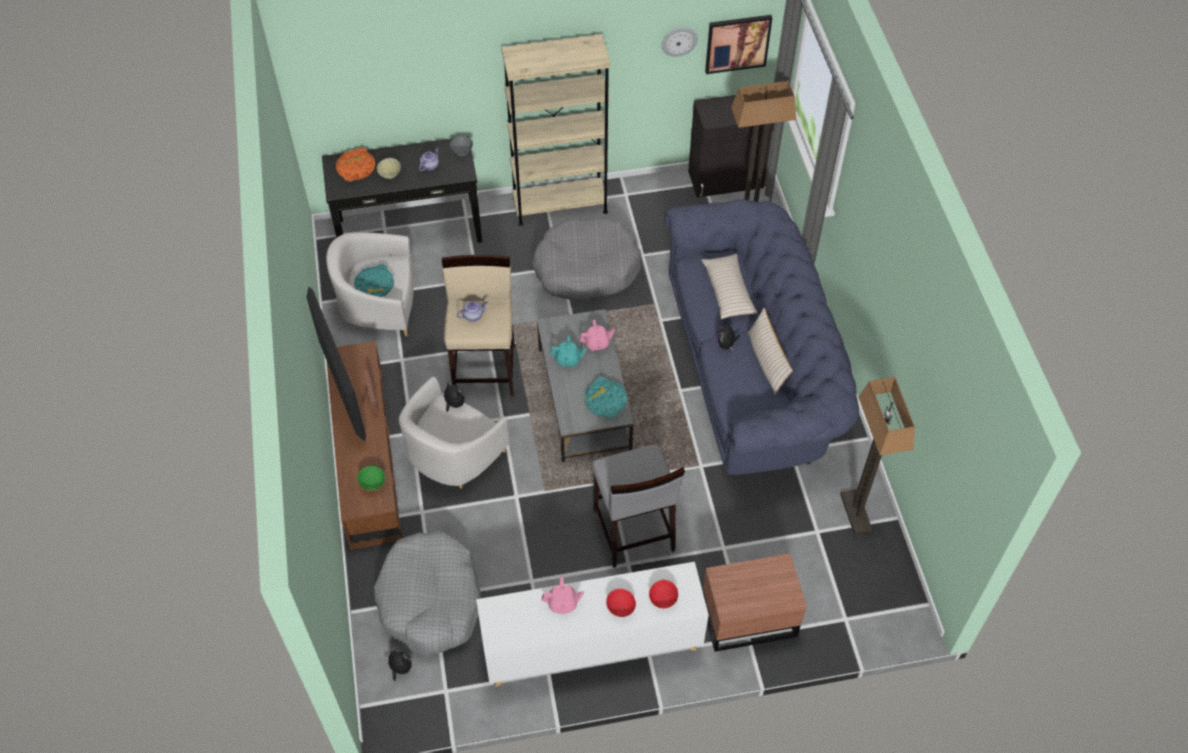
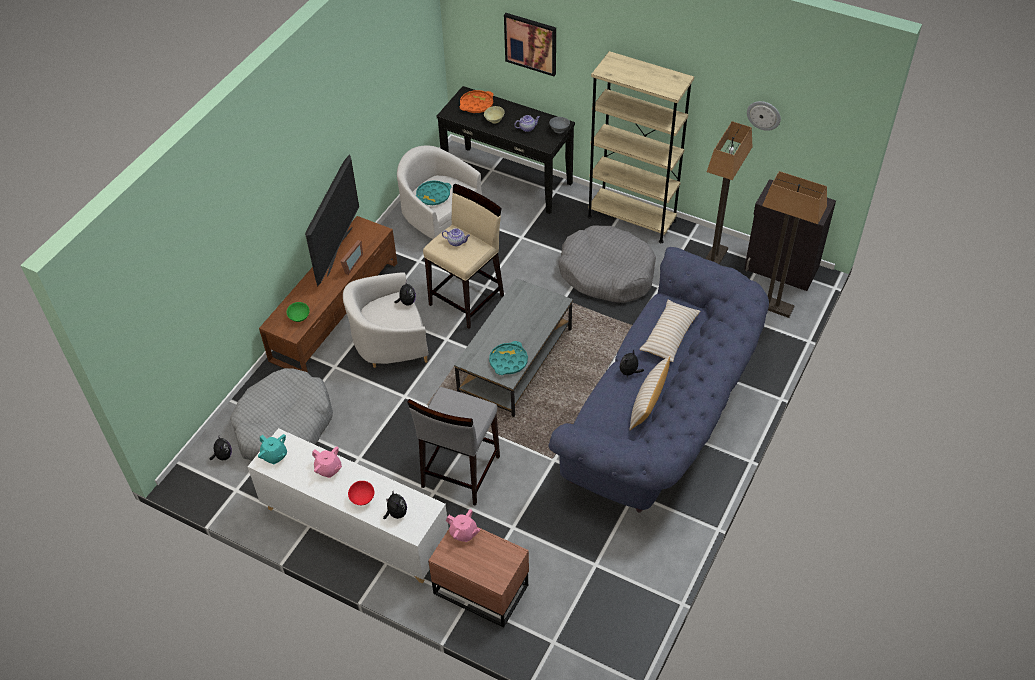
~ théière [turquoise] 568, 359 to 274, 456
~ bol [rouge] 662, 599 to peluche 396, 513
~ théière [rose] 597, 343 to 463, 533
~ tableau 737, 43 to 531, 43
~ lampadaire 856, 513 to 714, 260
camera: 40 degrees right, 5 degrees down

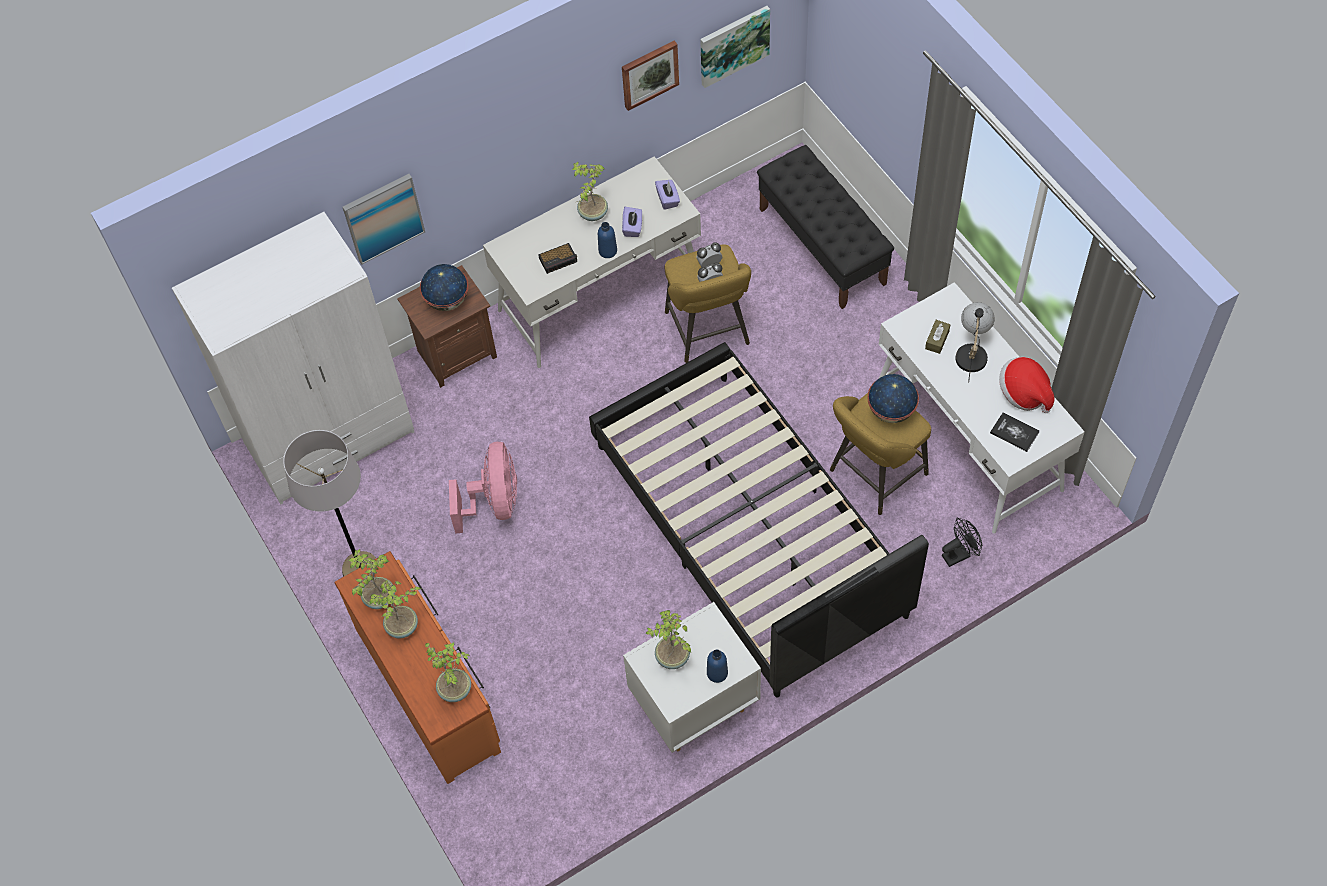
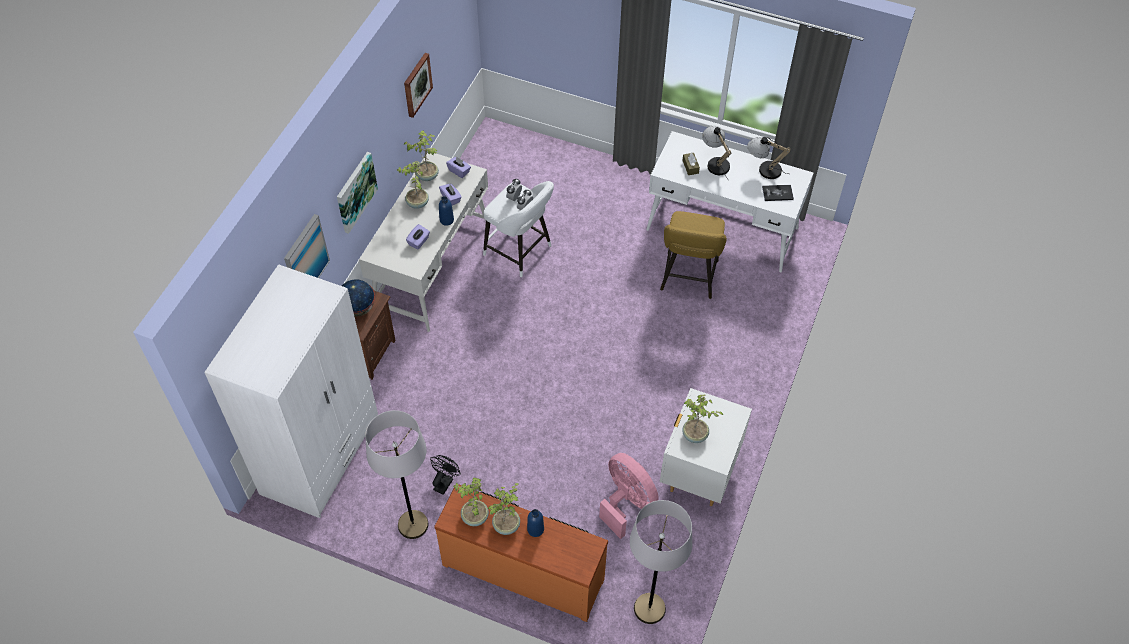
~ tableau 733, 45 to 355, 192
~ plante en pot 455, 688 to 427, 175
~ réveil 559, 260 to boîte à mouchoirs [violet] 419, 241
~ ventilateur [noir] 959, 554 to 444, 482
~ tabouret [jaune] 708, 332 to tabouret [blanc] 520, 252
~ bouteille [bleu] 717, 673 to 535, 529
~ ventilateur [rose] 494, 502 to 626, 502
+ lampadaire [gris] 649, 608
~ chapeau 1024, 393 to lampe de table 763, 169
- lit [noir] 749, 530
- banc [noir] 822, 246
- globe 891, 411
camera: 40 degrees left, 5 degrees down

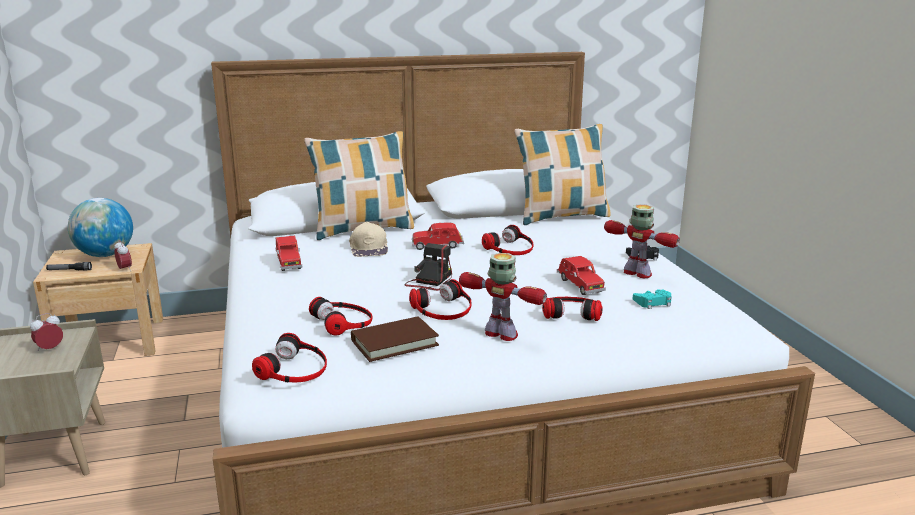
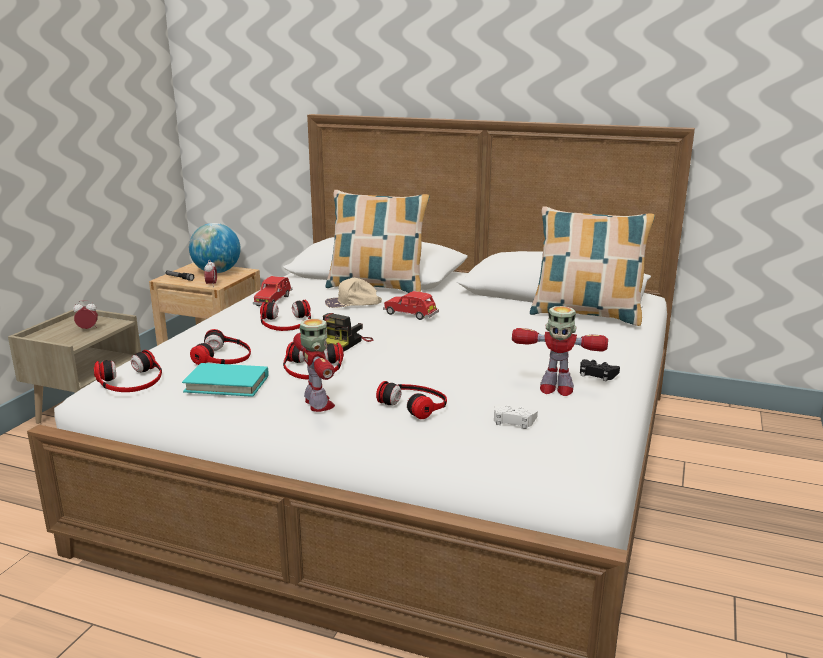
~ livre [marron] 394, 343 to livre [turquoise] 227, 384
~ casque audio 510, 248 to 286, 322
~ appareil photo 430, 281 = 346, 343 150 degrees clockwise
~ casquette [beige] 369, 248 = 353, 303 60 degrees clockwise
~ manette [turquoise] 653, 302 to manette [blanc] 513, 420
~ robot jouet 638, 274 = 555, 389 120 degrees clockwise
- petite voiture [rouge] 579, 285
camera: 35 degrees right, 0 degrees up

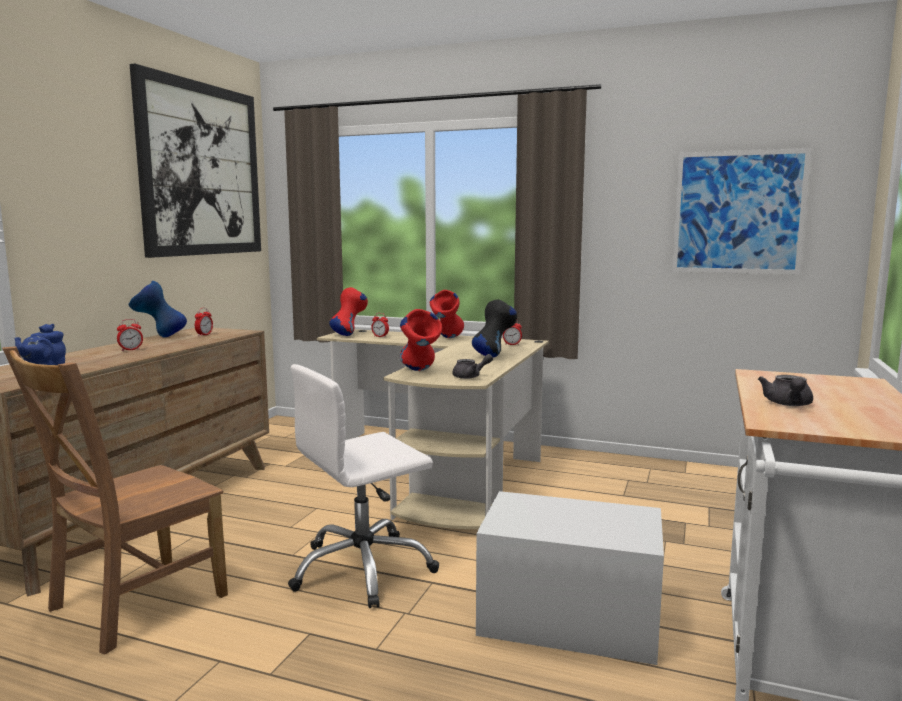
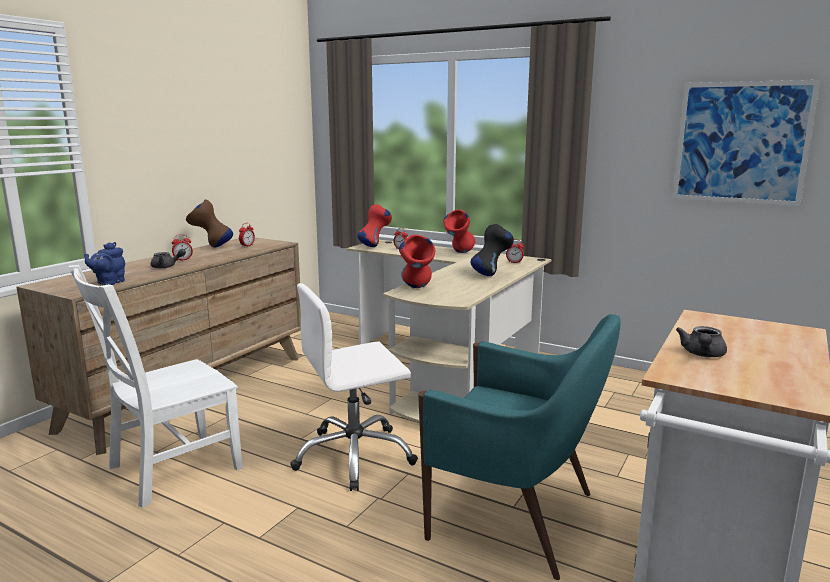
~ chaise [marron] 132, 605 to chaise [blanc] 169, 469
~ théière [gris] 470, 376 to 167, 267
~ vase [bleu] 159, 337 to vase [marron] 211, 247
~ boîte de rangement [blanc] 569, 618 to fauteuil [turquoise] 516, 517
- tableau 201, 170
camera: 10 degrees right, 5 degrees up

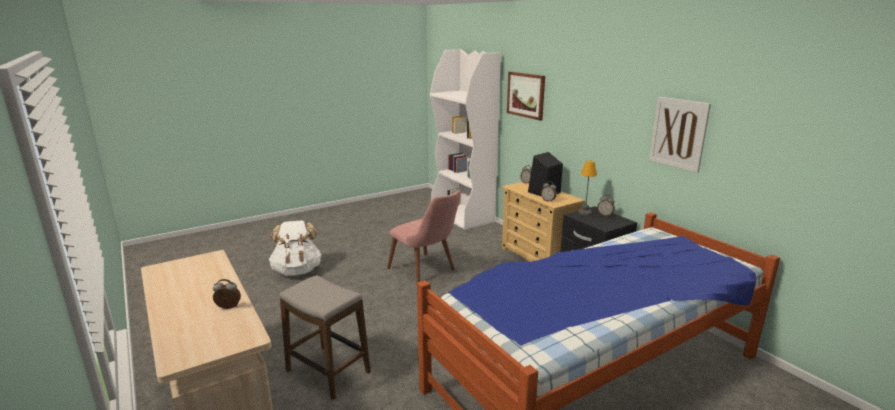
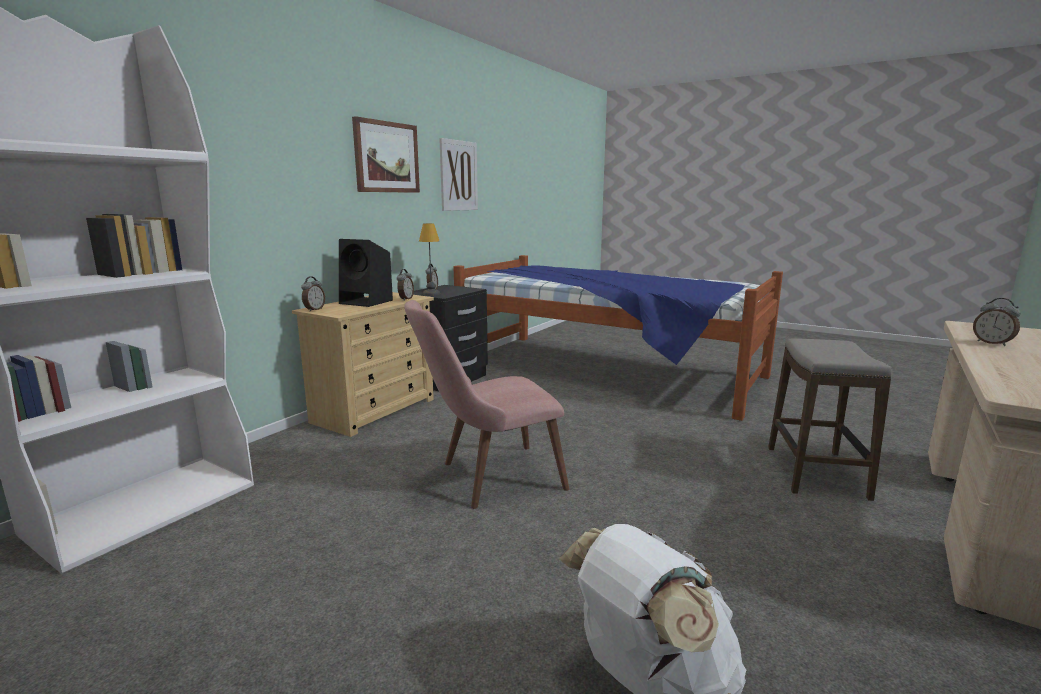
~ tableau 526, 95 to 386, 157
~ chaise [rose] 427, 271 = 487, 478 135 degrees counterclockwise
camera: 115 degrees left, 5 degrees down

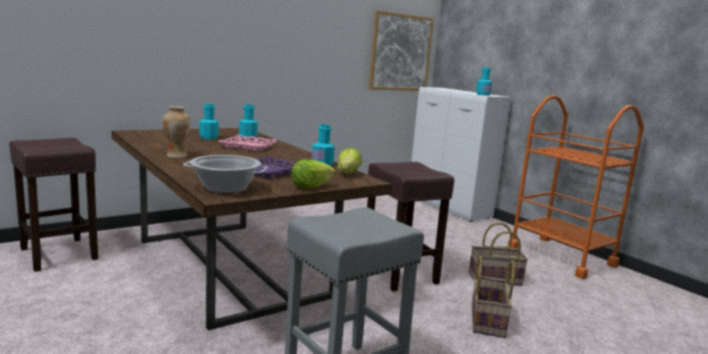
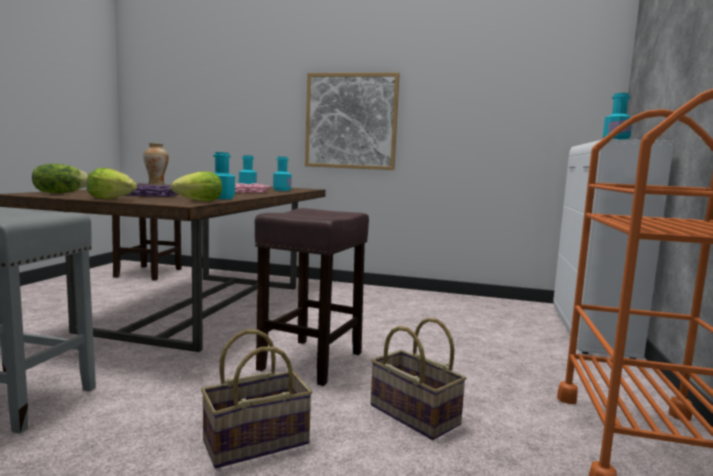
~ marmite 225, 188 to laitue 60, 193
~ tableau 400, 52 to 351, 121
camera: 50 degrees right, 5 degrees down

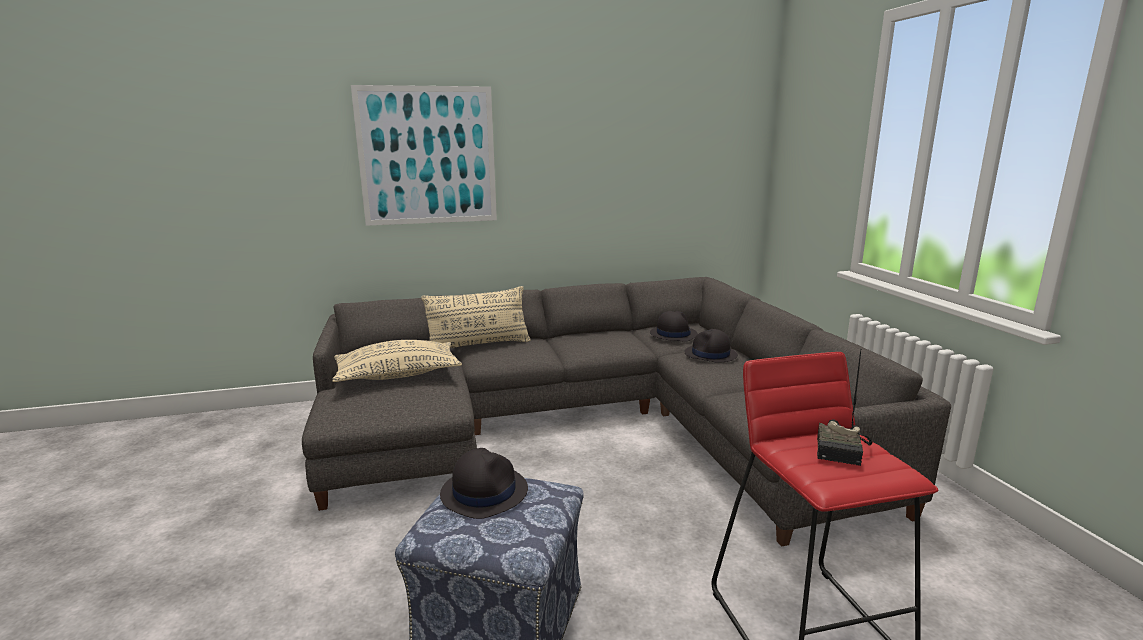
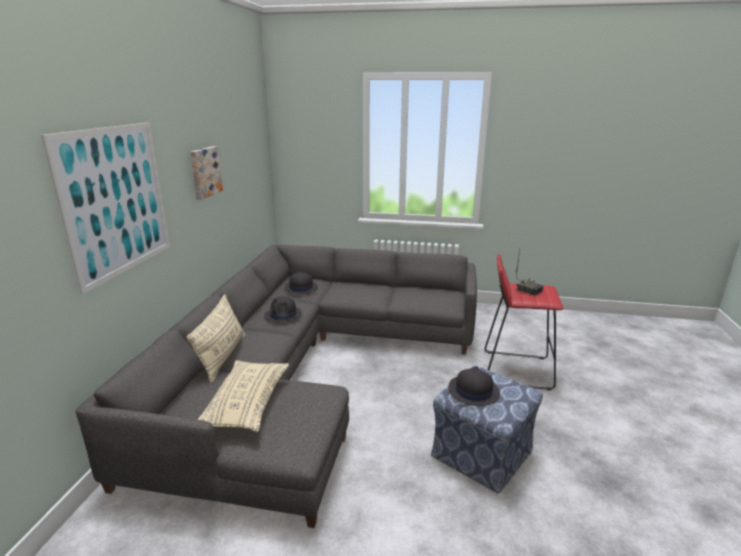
+ tableau 204, 172
~ chapeau [noir] 710, 355 to 283, 315
camera: 65 degrees left, 5 degrees up

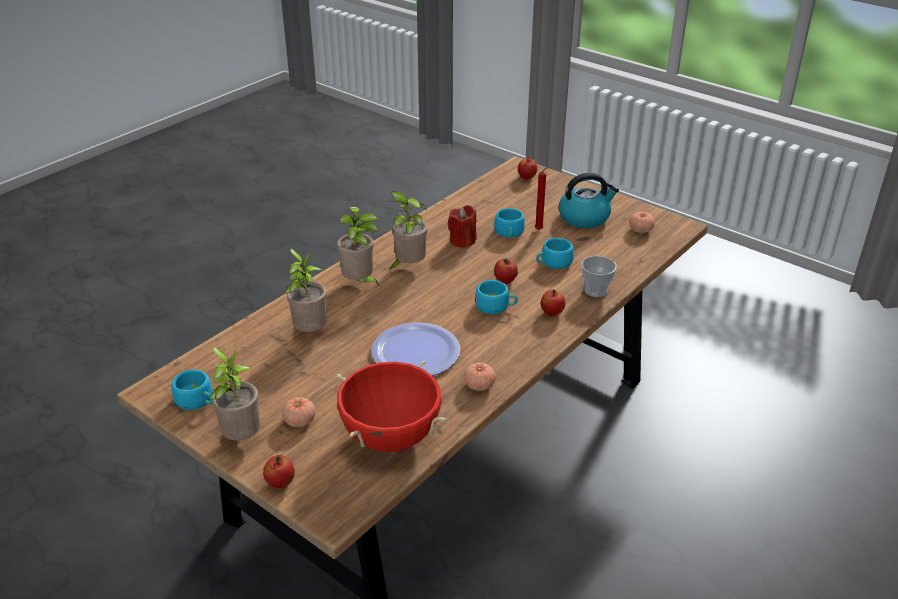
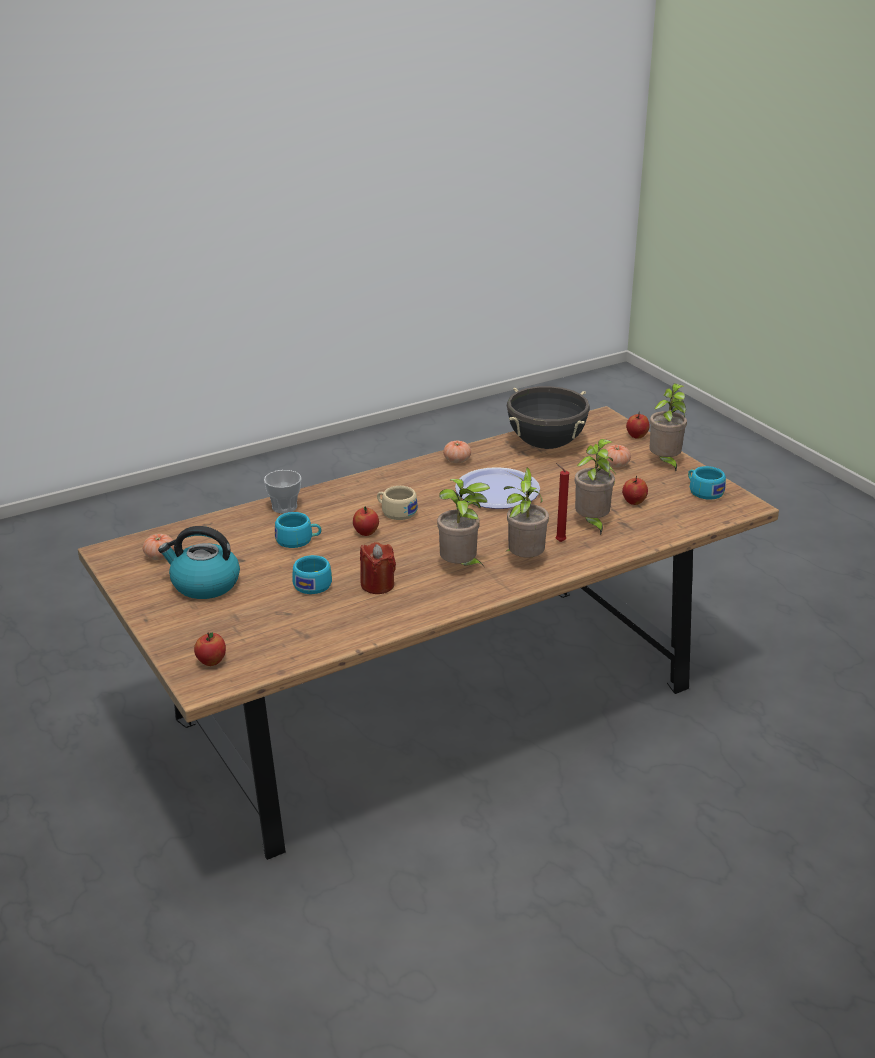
~ tasse [turquoise] 496, 306 to tasse [beige] 396, 512
~ marmite [rouge] 391, 437 to marmite [noir] 546, 444
~ bougie [rouge] 540, 230 to 558, 541
~ pomme 552, 313 to 634, 502
camera: 160 degrees left, 5 degrees down

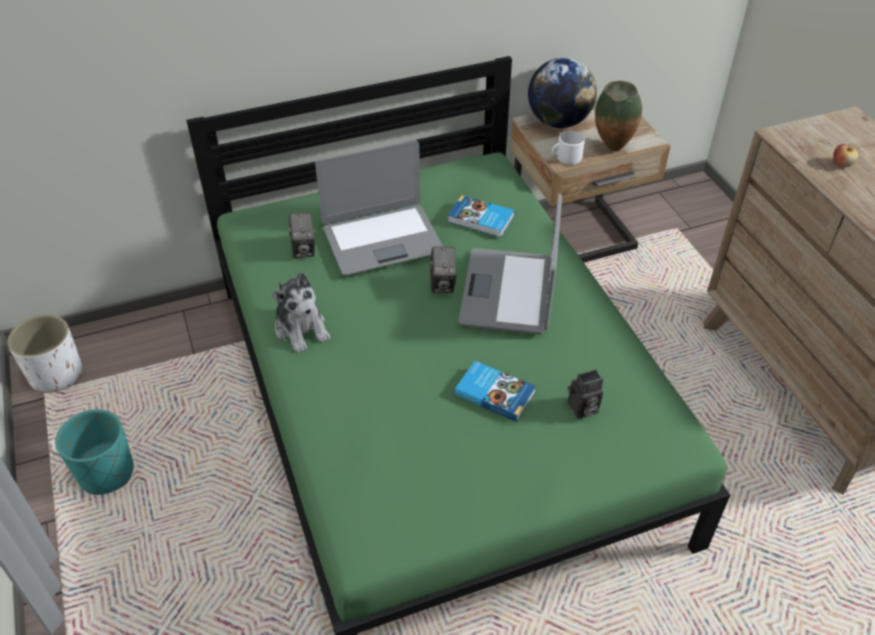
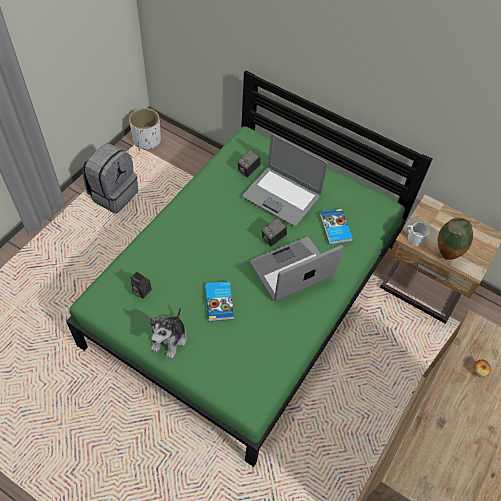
~ cache-pot [turquoise] 106, 473 to sac à dos [gris] 113, 194
~ appareil photo 582, 409 to 140, 291
~ peluche 301, 328 to 169, 339
- globe 559, 122
camera: 50 degrees right, 10 degrees up

